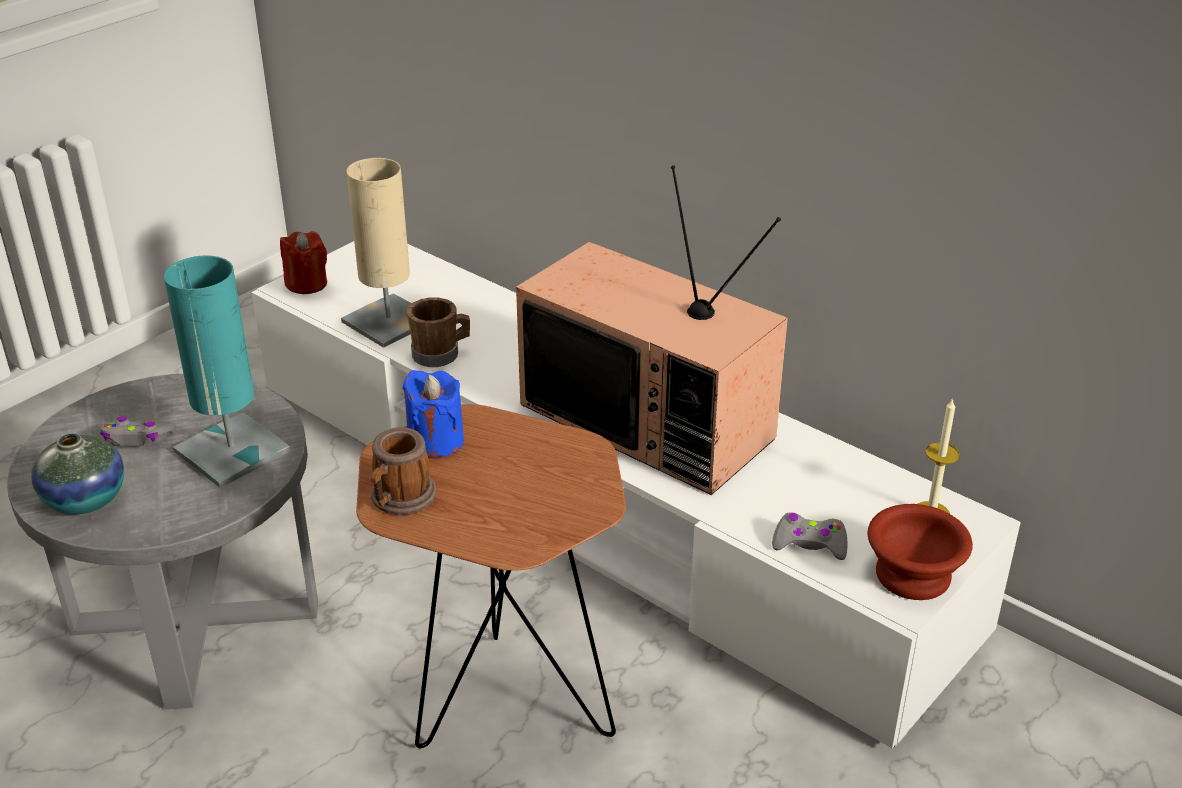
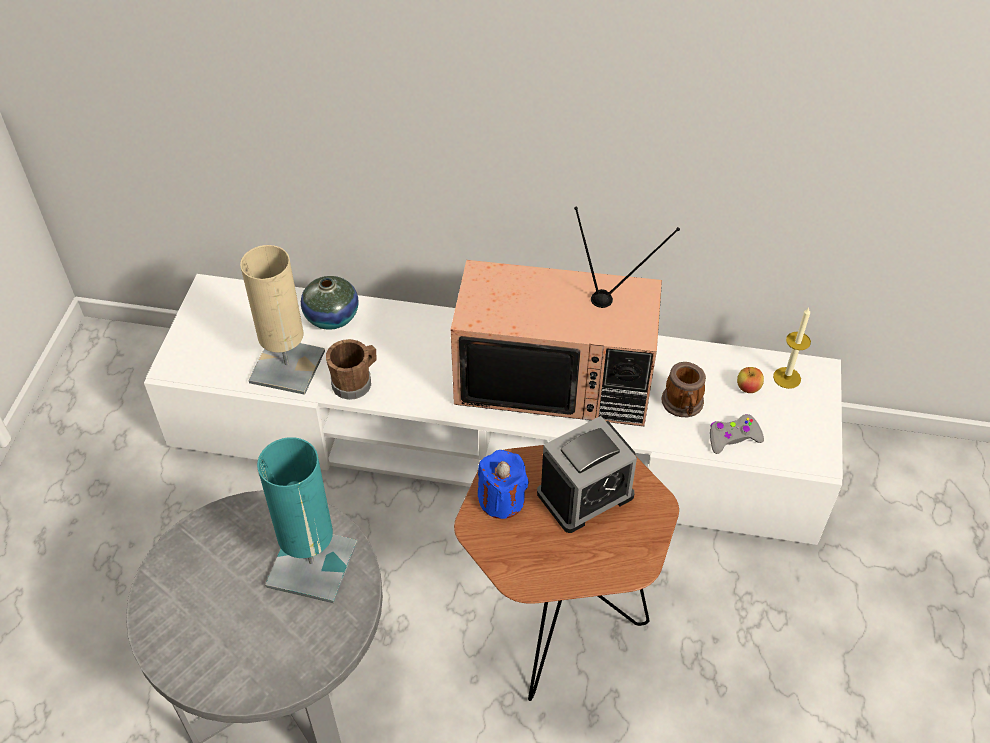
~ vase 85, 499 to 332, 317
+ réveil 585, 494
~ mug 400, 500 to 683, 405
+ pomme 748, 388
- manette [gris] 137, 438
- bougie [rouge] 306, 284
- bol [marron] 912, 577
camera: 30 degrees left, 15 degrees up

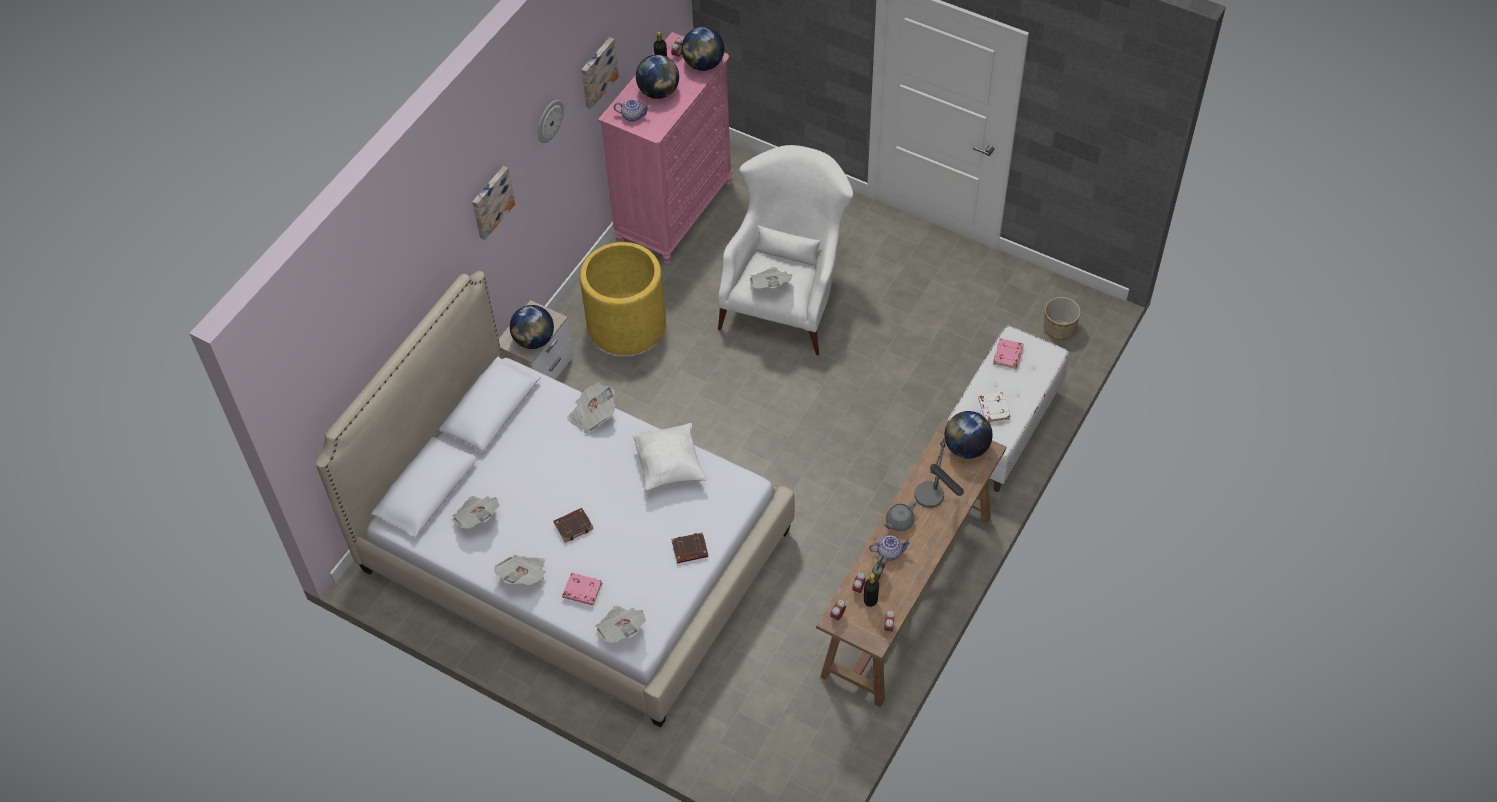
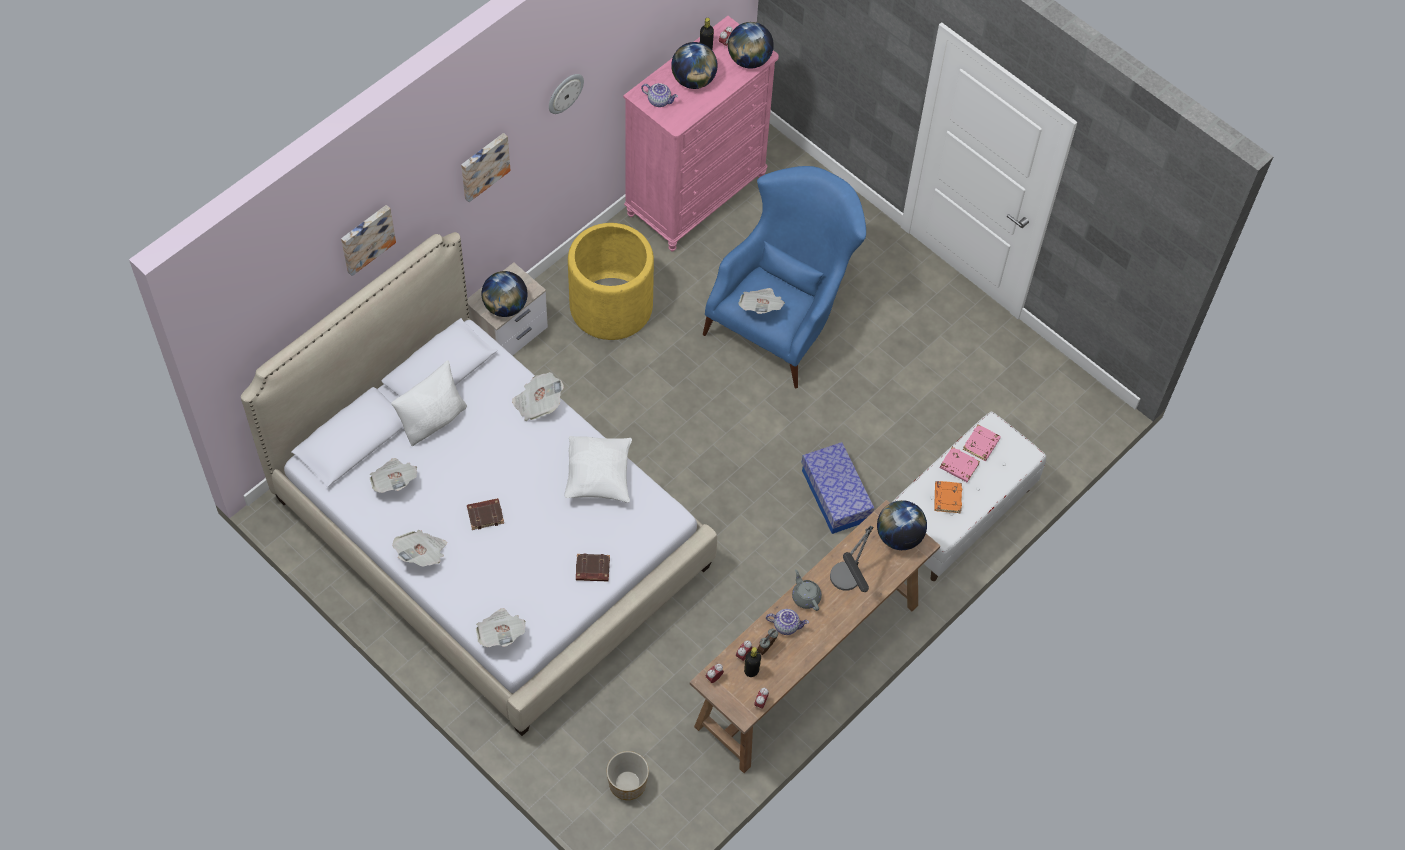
~ tableau 597, 72 to 366, 238
+ coussin [blanc] 433, 420
~ cache-pot 1059, 329 to 627, 784
~ fauteuil [blanc] 786, 297 to fauteuil [bleu] 783, 317
~ théière [gris] 899, 522 = 805, 596 90 degrees clockwise
+ boîte de rangement 835, 495
~ livre [blanc] 993, 409 to livre [orange] 947, 498
~ livre [rose] 582, 591 to 958, 466
camera: 10 degrees right, 5 degrees up

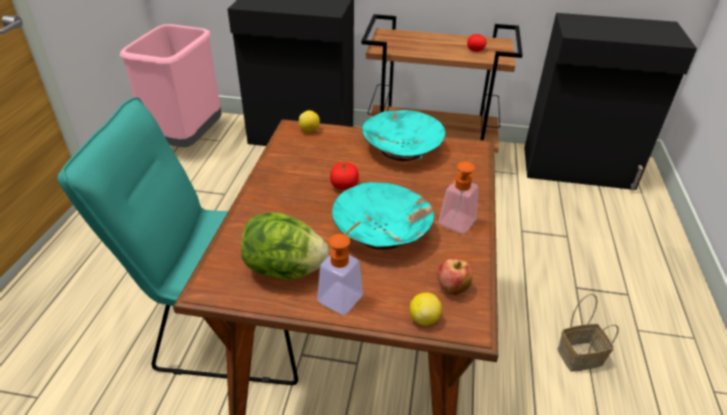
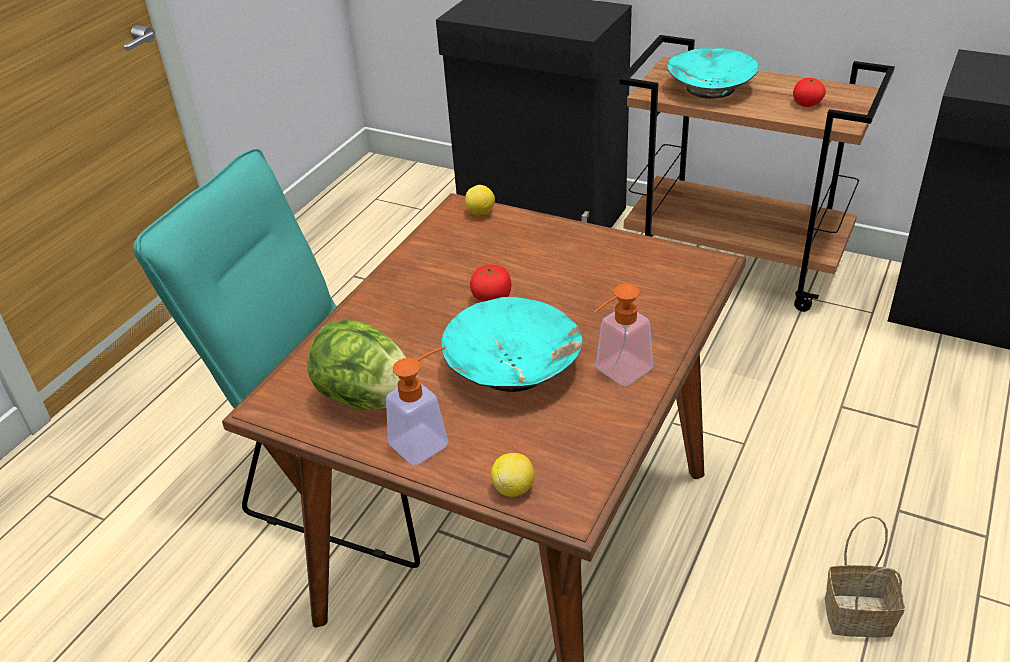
~ bol [turquoise] 401, 149 to 709, 88
- poubelle [rose] 187, 140
- pomme 452, 288
camera: 20 degrees right, 0 degrees up

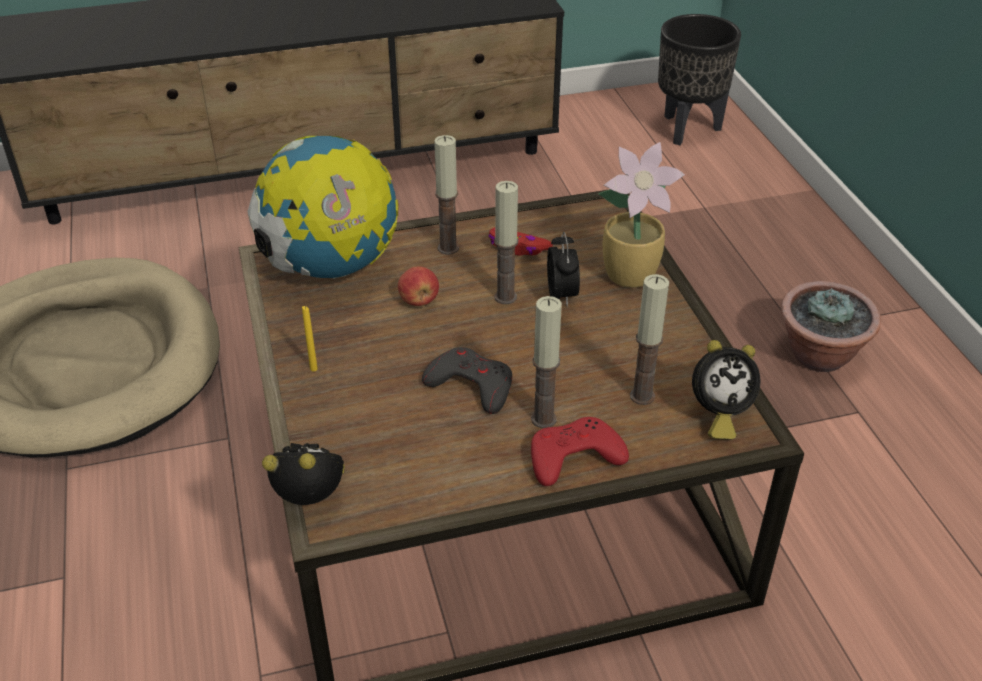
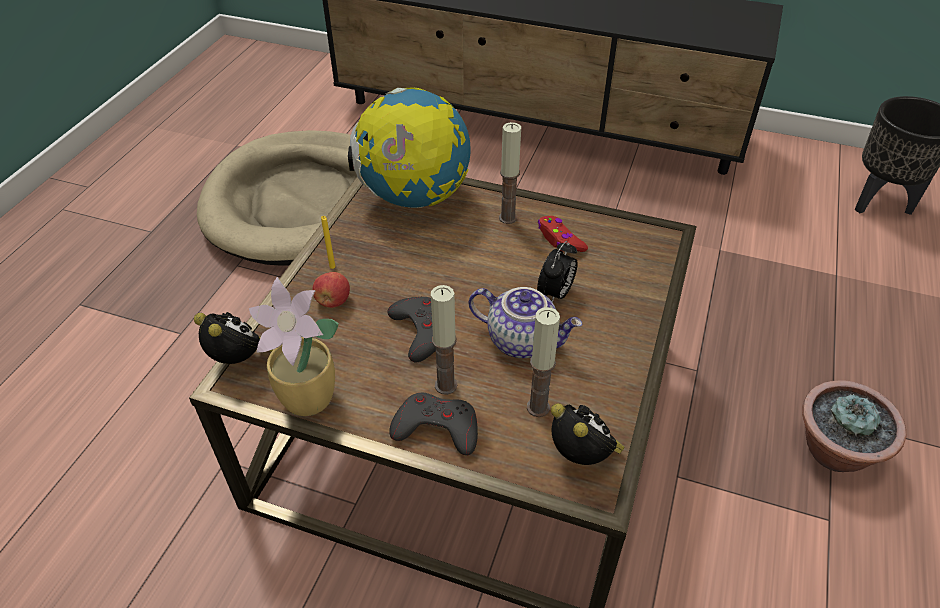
~ plante en pot 632, 275 to 310, 400
~ pomme 419, 301 to 333, 301
~ manette [rouge] 574, 457 to manette [gris] 436, 428
+ théière 523, 340
~ réveil 717, 415 = 583, 457 150 degrees counterclockwise
- bougie 505, 297
camera: 35 degrees right, 5 degrees up

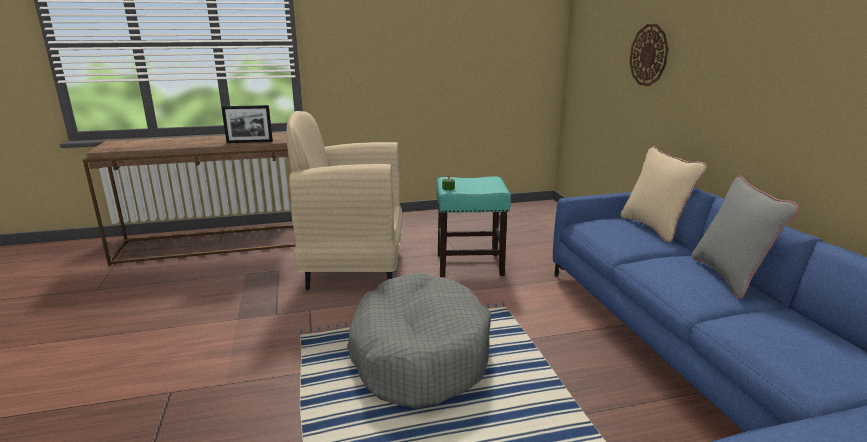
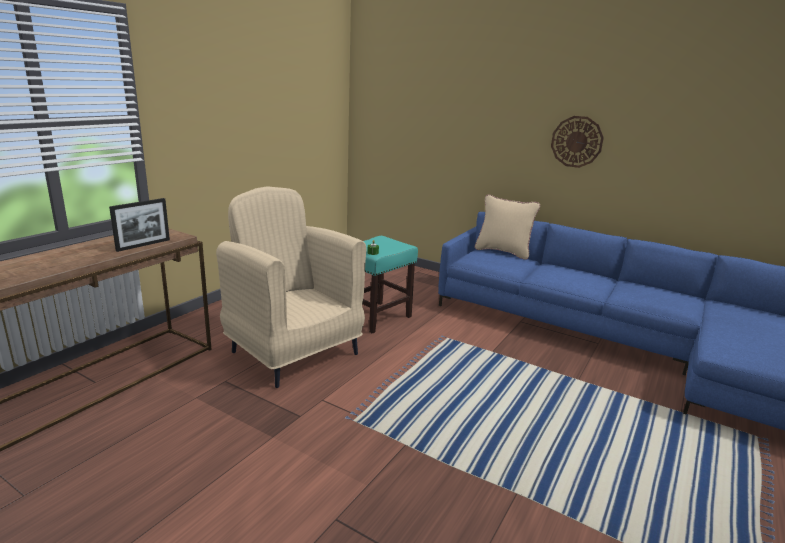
~ fauteuil [beige] 353, 268 = 293, 352 90 degrees clockwise
~ horloge murale 649, 55 to 576, 141
- panier pour chien [gris] 418, 354
- coussin [gris] 729, 276
camera: 45 degrees left, 0 degrees up

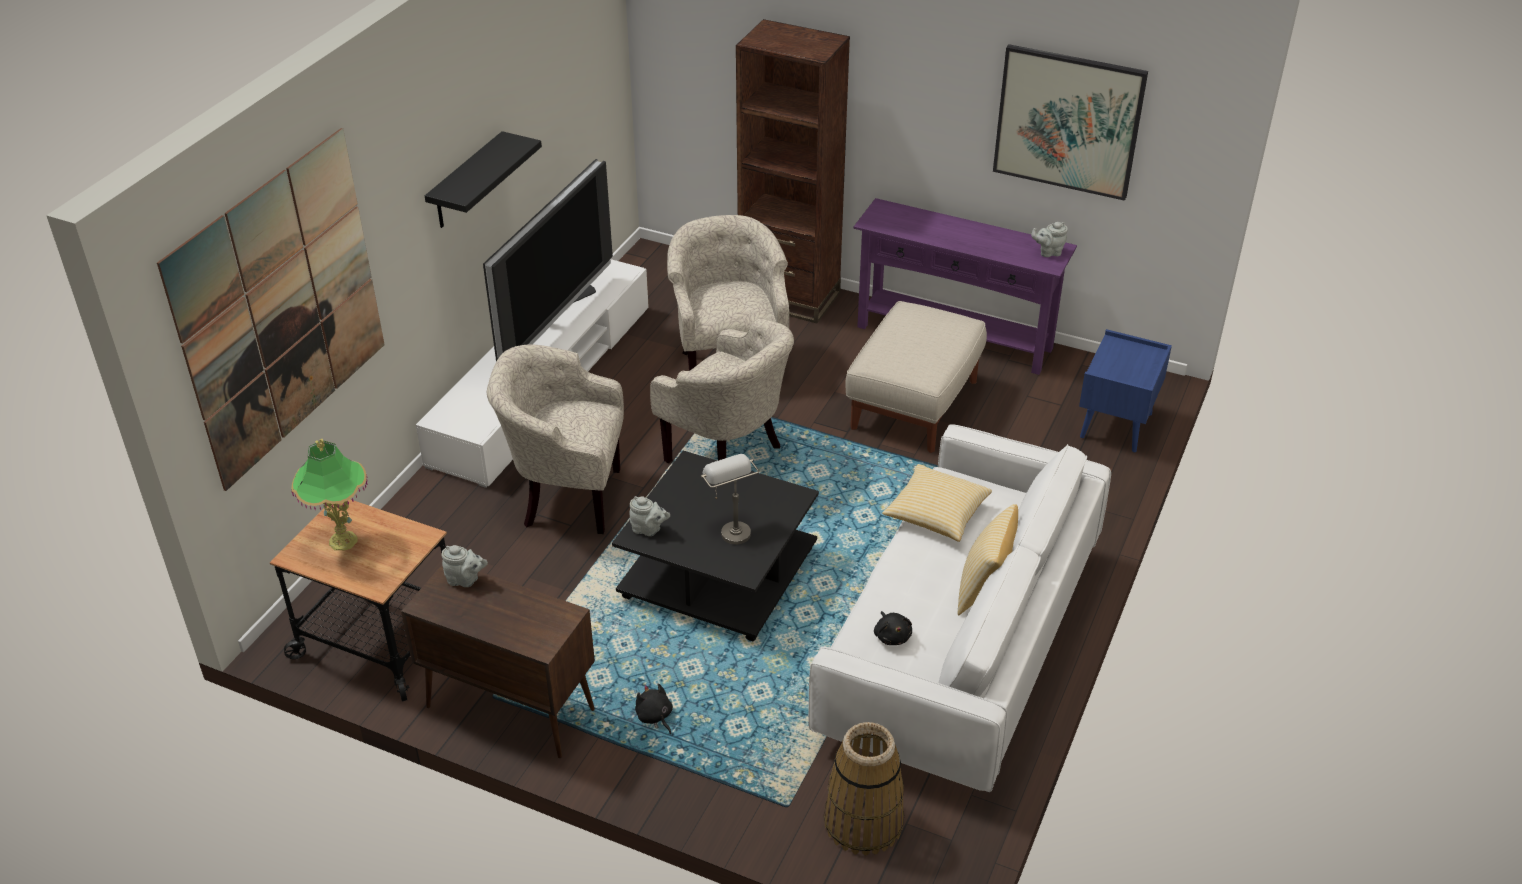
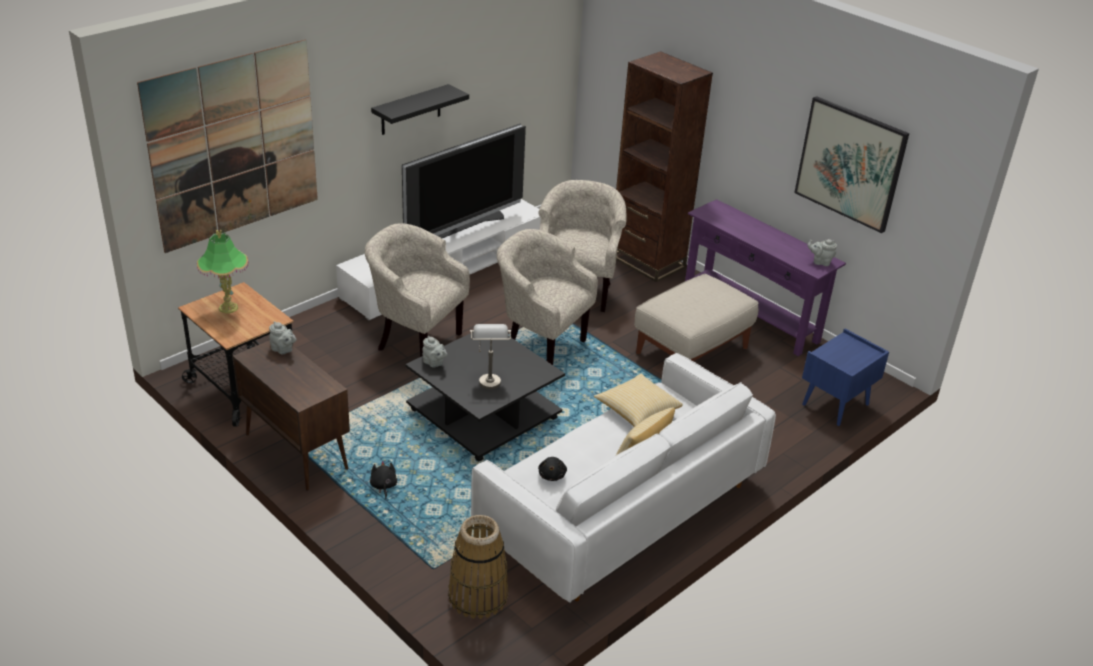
~ fauteuil [beige] 729, 456 = 539, 346 150 degrees clockwise
camera: 20 degrees right, 5 degrees down

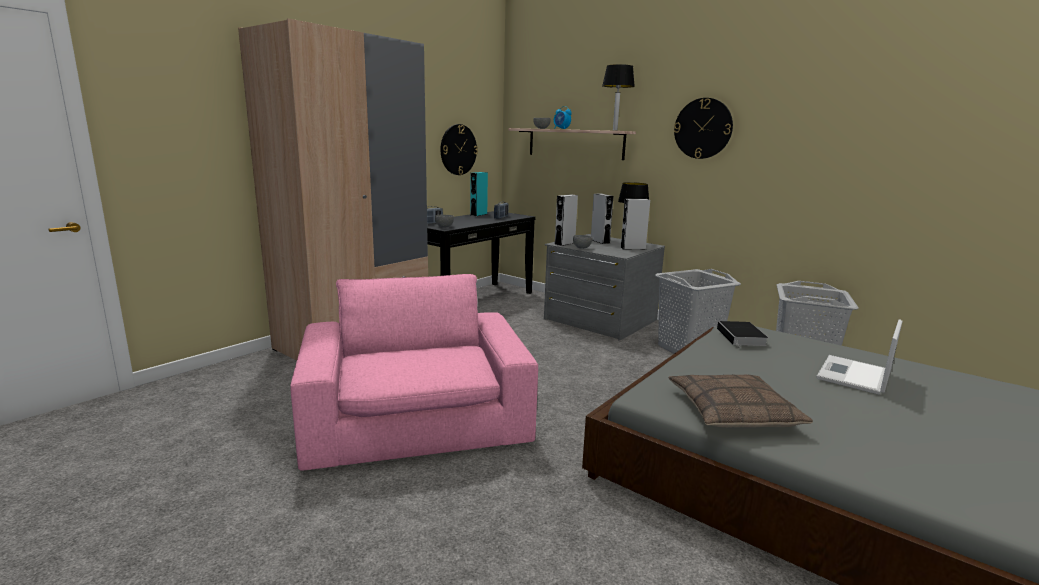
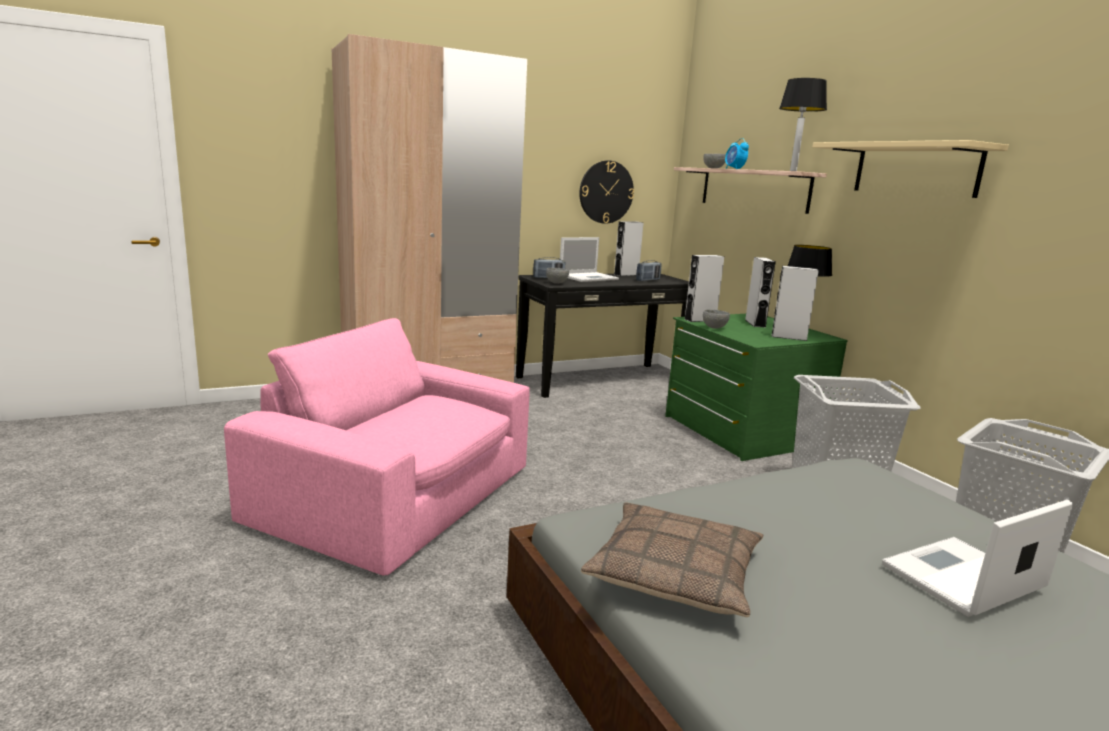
~ fauteuil [rose] 417, 421 = 398, 495 75 degrees counterclockwise
+ ordinateur portable 589, 277
~ enceinte [turquoise] 478, 214 to enceinte [gris] 626, 274
~ commode [gris] 599, 320 to commode [vert] 741, 431
~ horloge murale 703, 128 to étagère [beige] 915, 169
- livre 742, 337
camera: 25 degrees right, 0 degrees up

